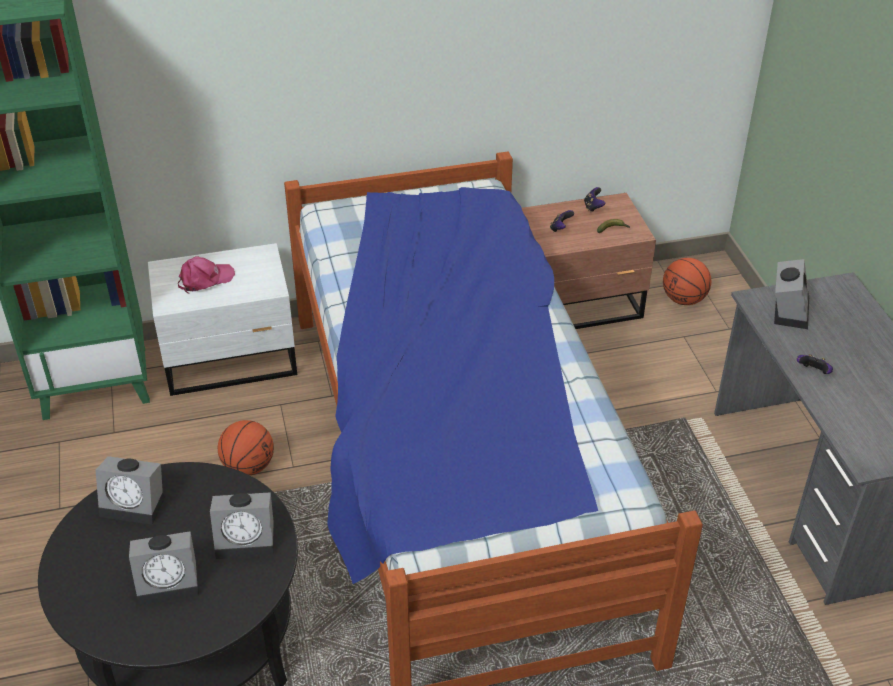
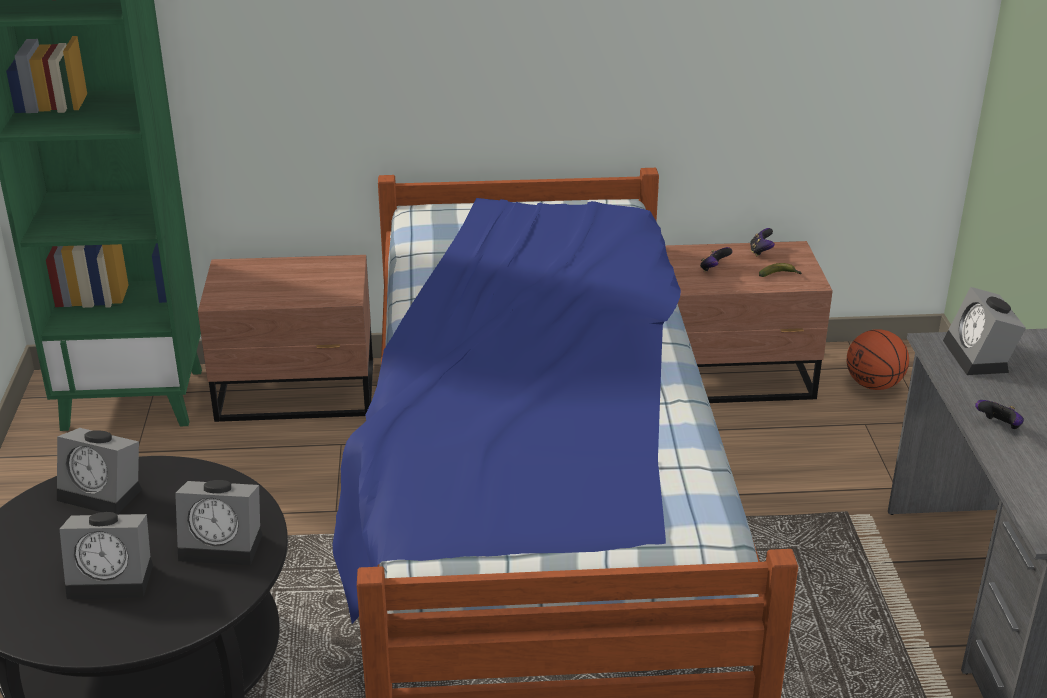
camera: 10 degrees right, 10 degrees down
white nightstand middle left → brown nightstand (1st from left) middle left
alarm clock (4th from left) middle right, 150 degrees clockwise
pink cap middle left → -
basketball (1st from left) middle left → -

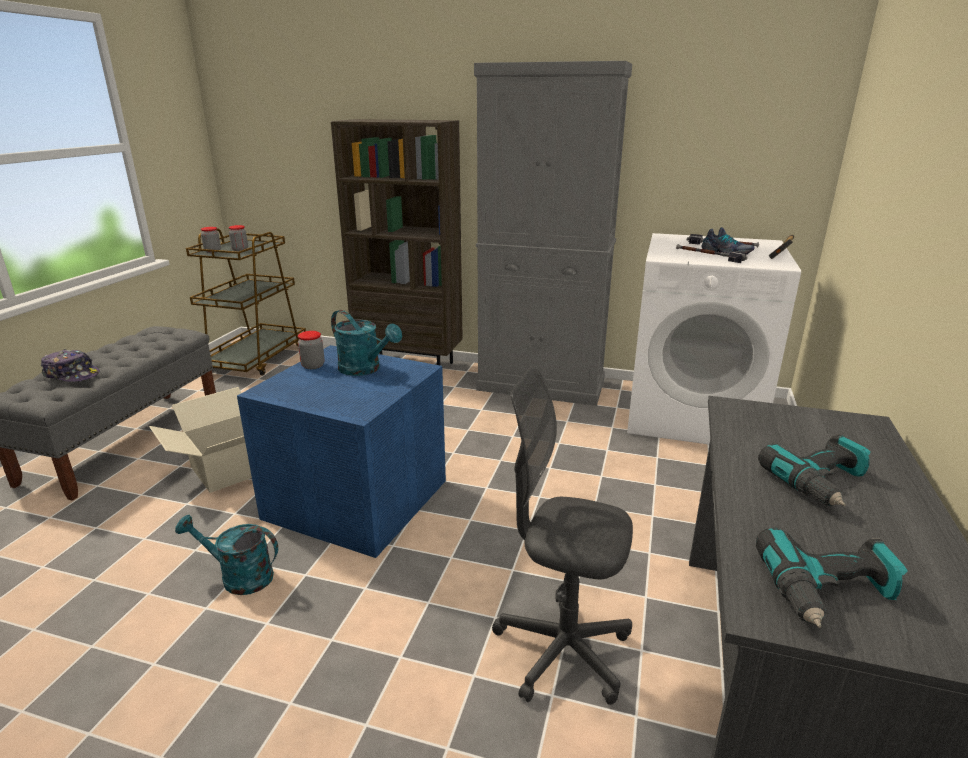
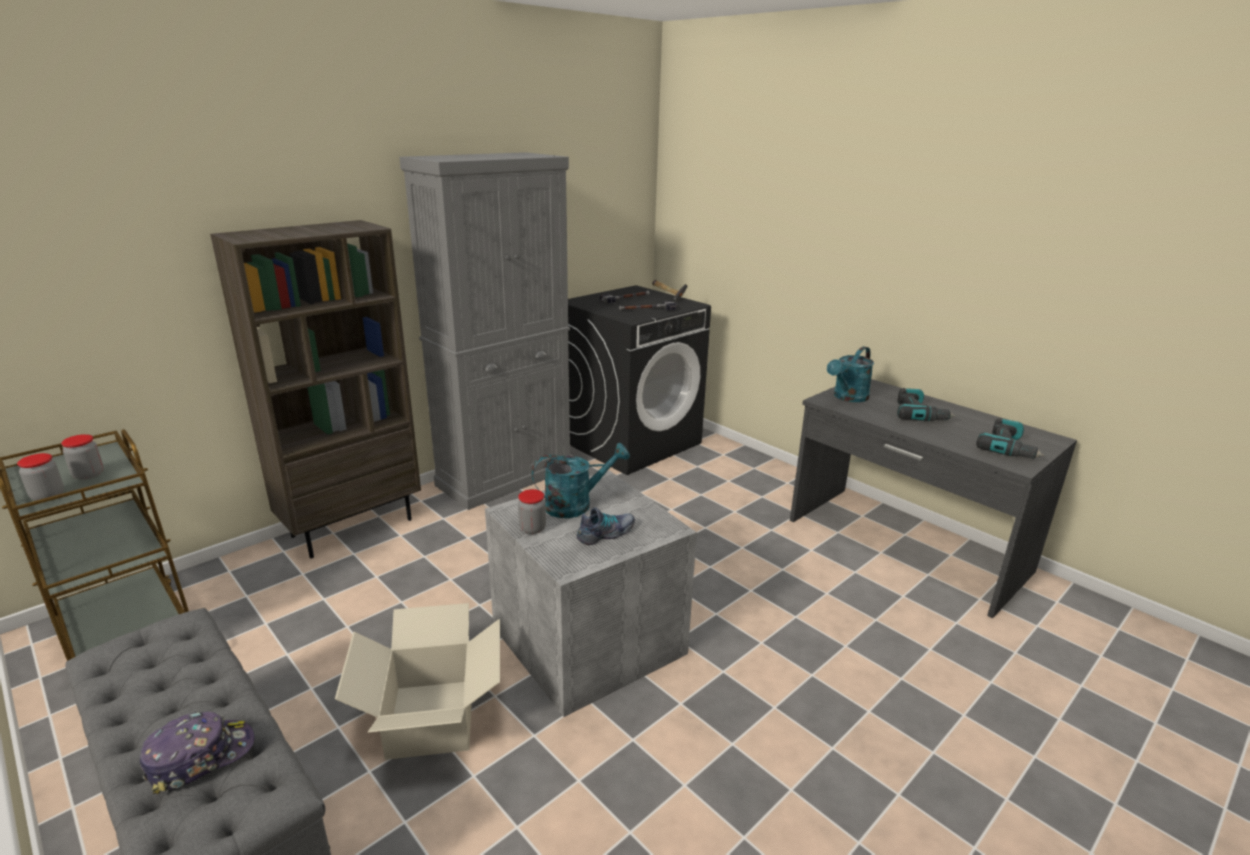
camera: 60 degrees left, 0 degrees up
blue storage box centre → grey storage box bottom centre
white washing machine middle right → black washing machine centre
shoe top right → shoe centre, moved
turquoise watering can (1st from left in the first image) bottom left → turquoise watering can (2nd from left) middle right, moved
grey office chair bottom centre → -

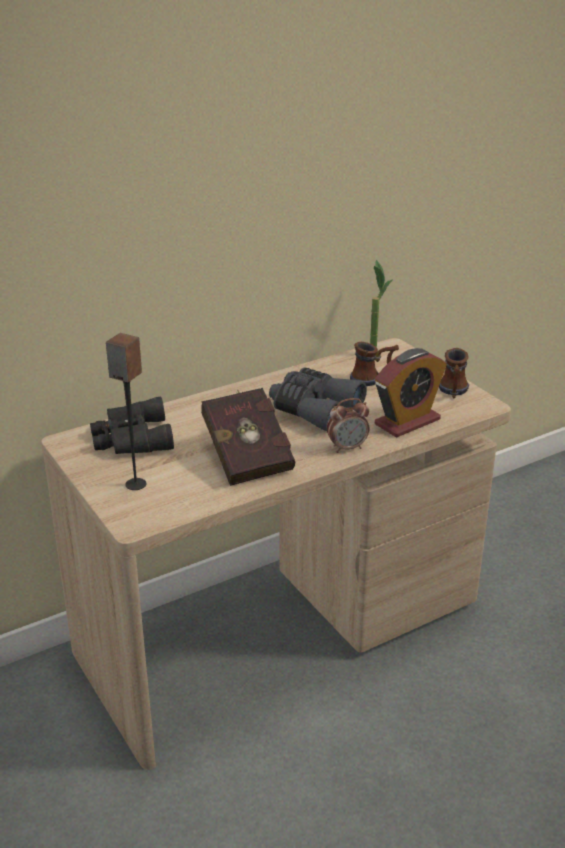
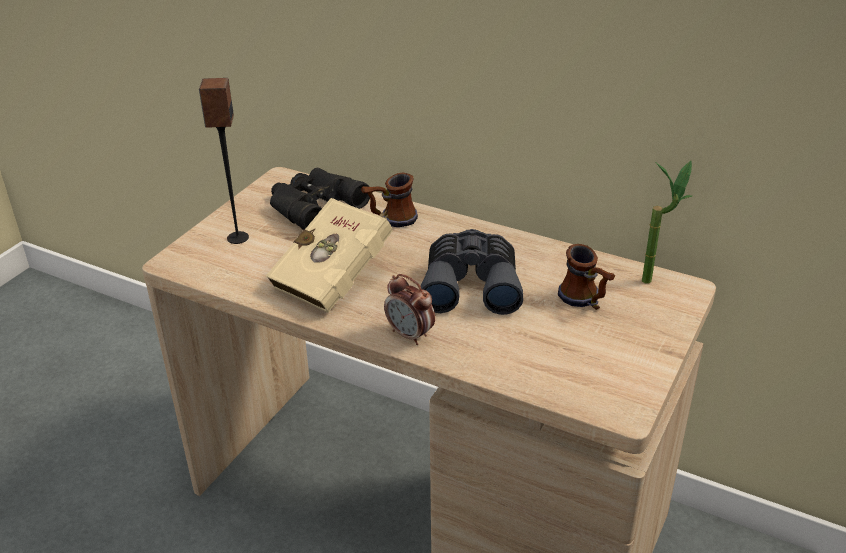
camera: 60 degrees right, 5 degrees up
red book centre → beige book centre
mug (2nd from left in the first image) middle right → mug (1st from left) centre, moved
alarm clock (2nd from left) middle right → -

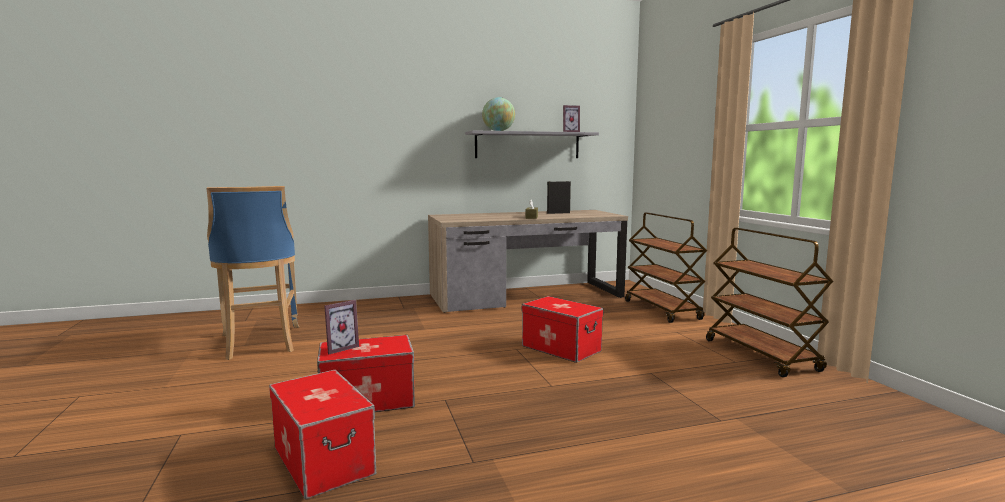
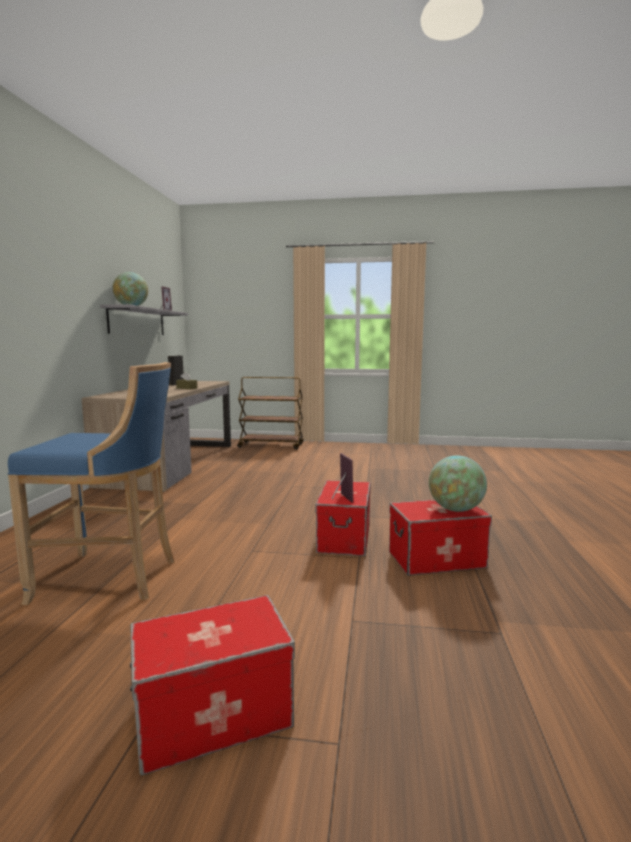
camera: 65 degrees left, 0 degrees up
storage box (3rd from left in the first image) centre → storage box (1st from left) bottom centre, moved
- → globe (2nd from left) middle right
brown cart (2nd from left) middle right → -

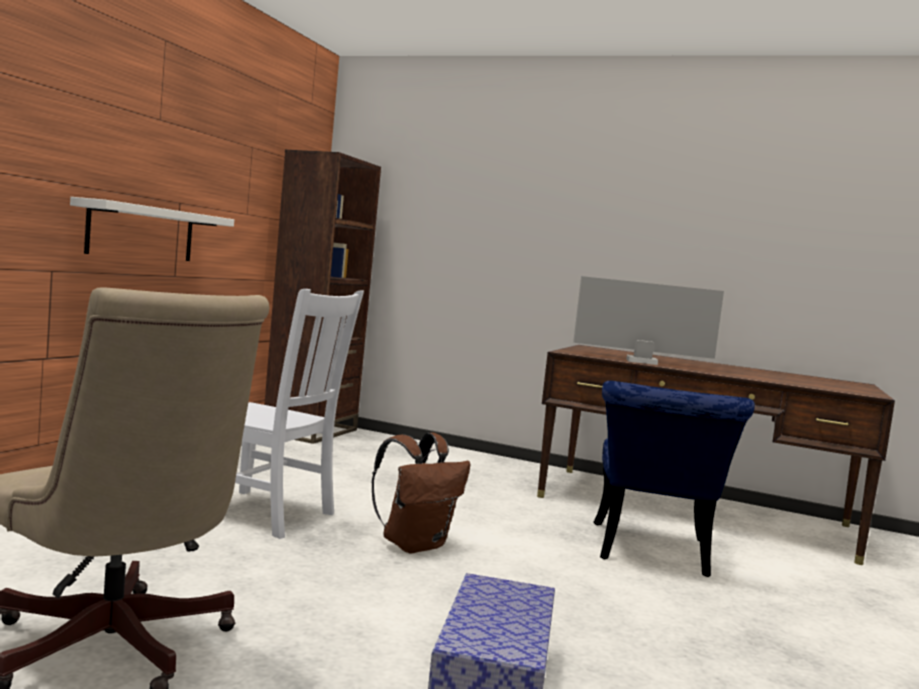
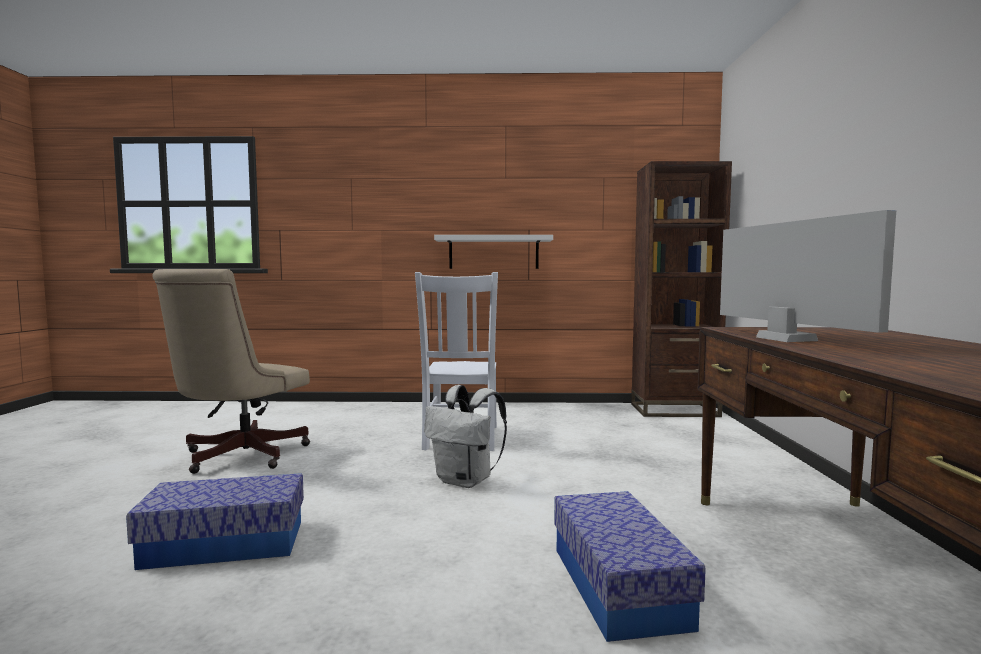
camera: 70 degrees right, 0 degrees up
brown backpack bottom centre → white backpack bottom centre
blue chair bottom right → storage box (2nd from left) bottom centre

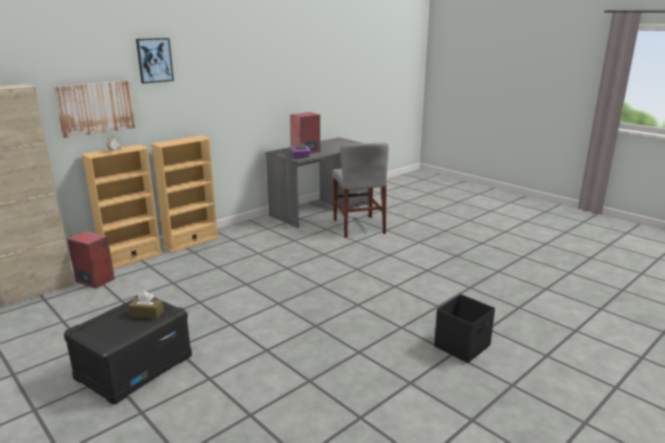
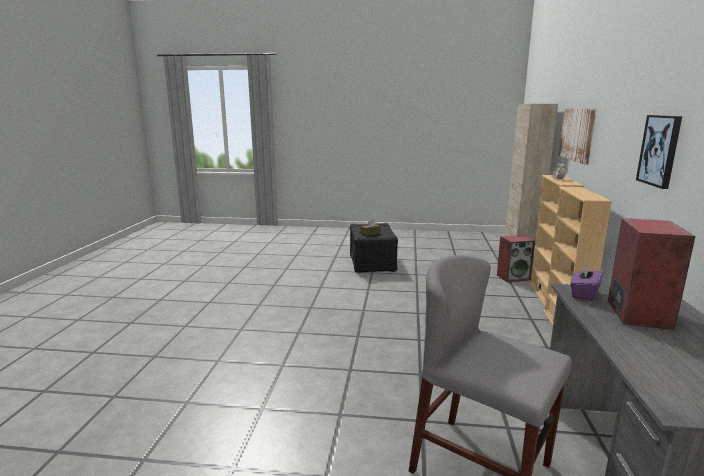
camera: 140 degrees right, 5 degrees down
picture (2nd from left) top left → picture (2nd from left) top right, moved
black storage box (2nd from left) bottom right → -

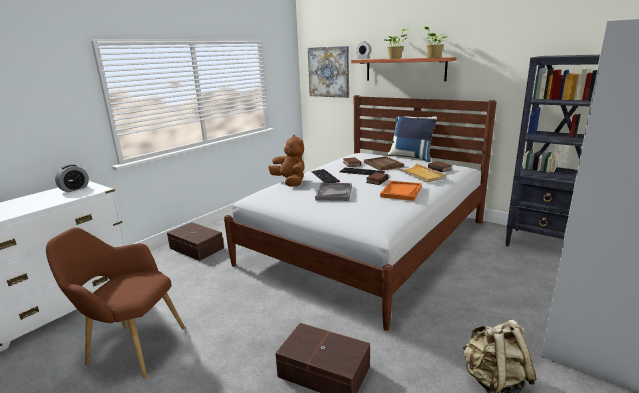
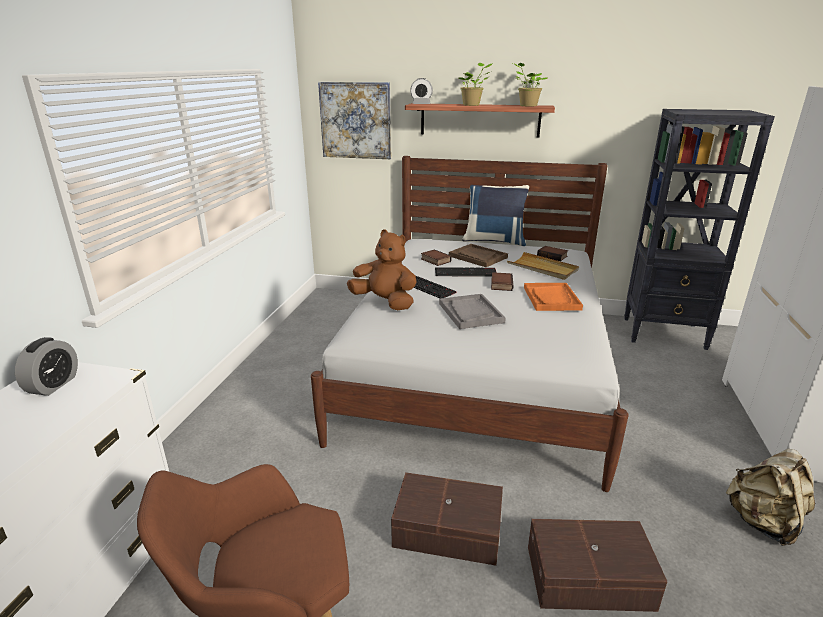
camera: 25 degrees left, 5 degrees up
brown storage box (1st from left) middle left → brown storage box (1st from left) bottom centre, moved

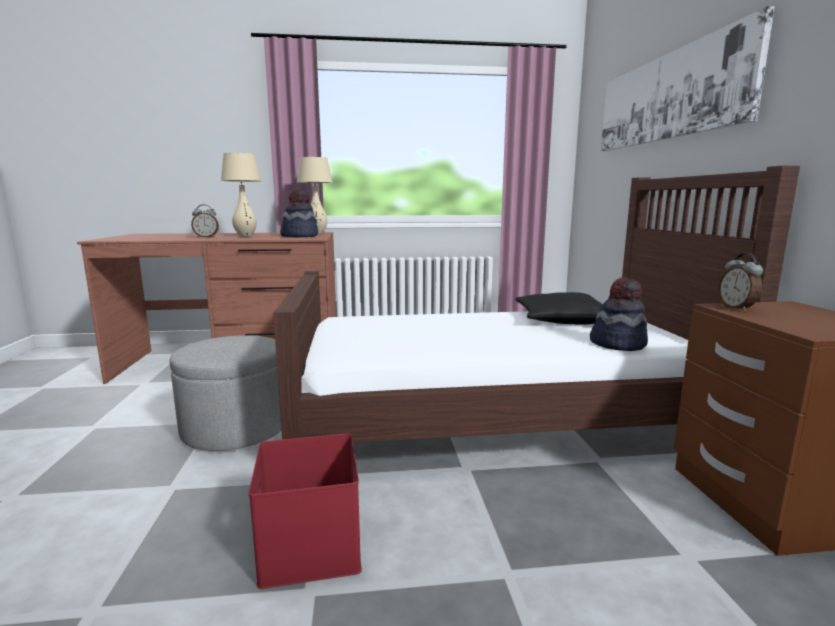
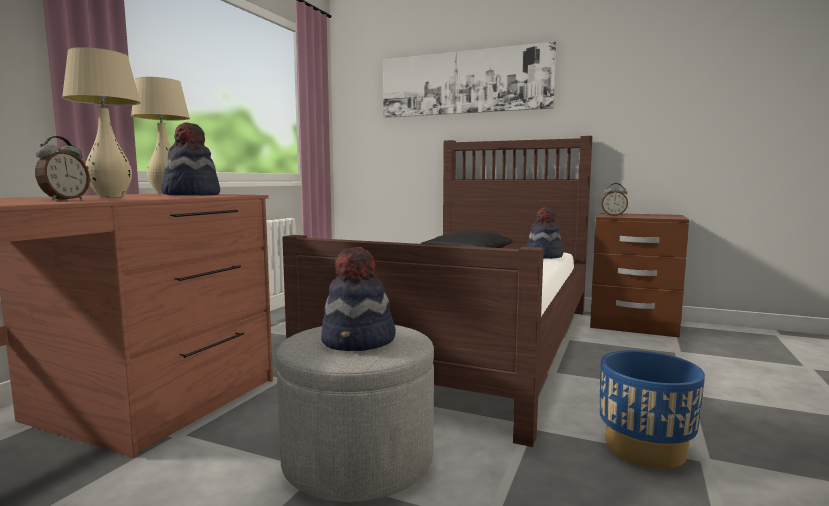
camera: 60 degrees left, 5 degrees down
- → hat (2nd from left) centre
red storage box bottom centre → blue planter bottom right

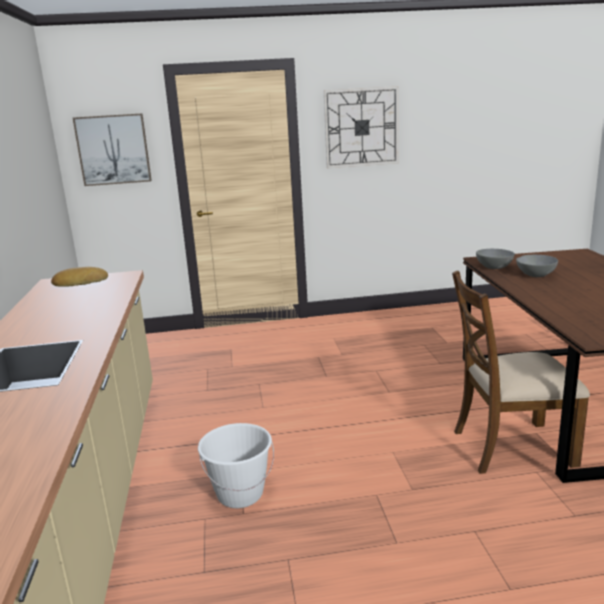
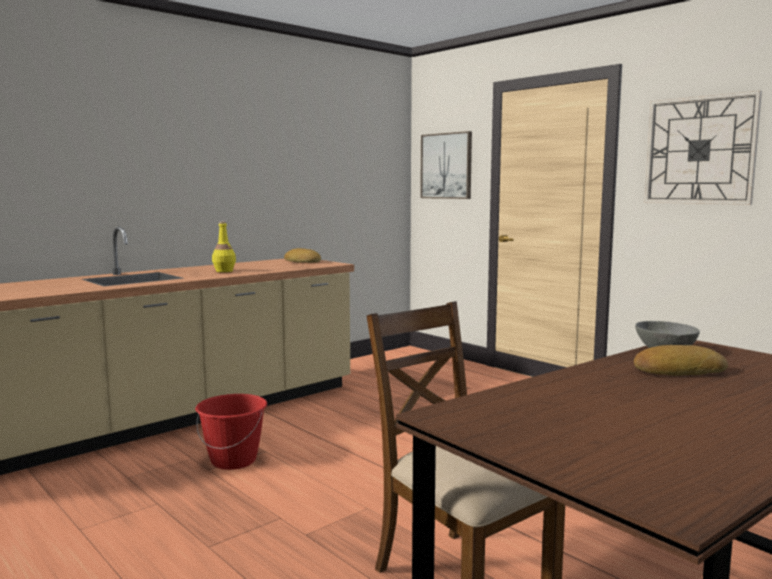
camera: 55 degrees right, 10 degrees down
white bucket bottom centre → red bucket bottom left
- → yellow bottle middle left
grey bowl (2nd from left) middle right → bread (2nd from left) middle right

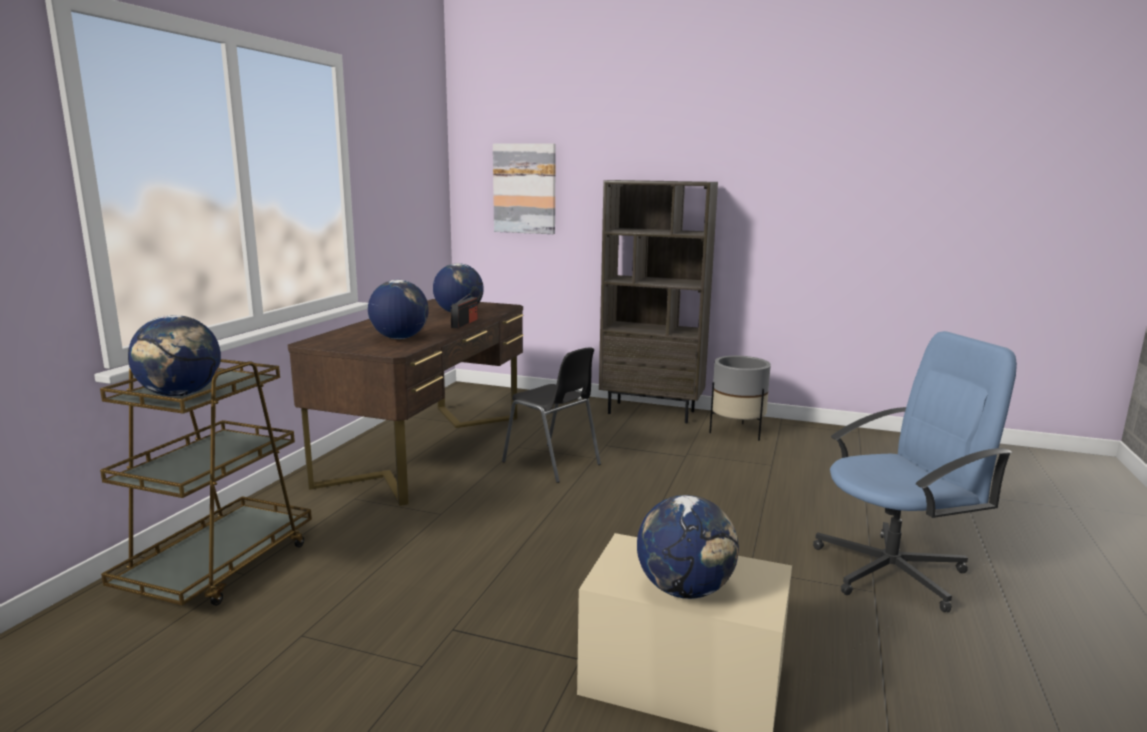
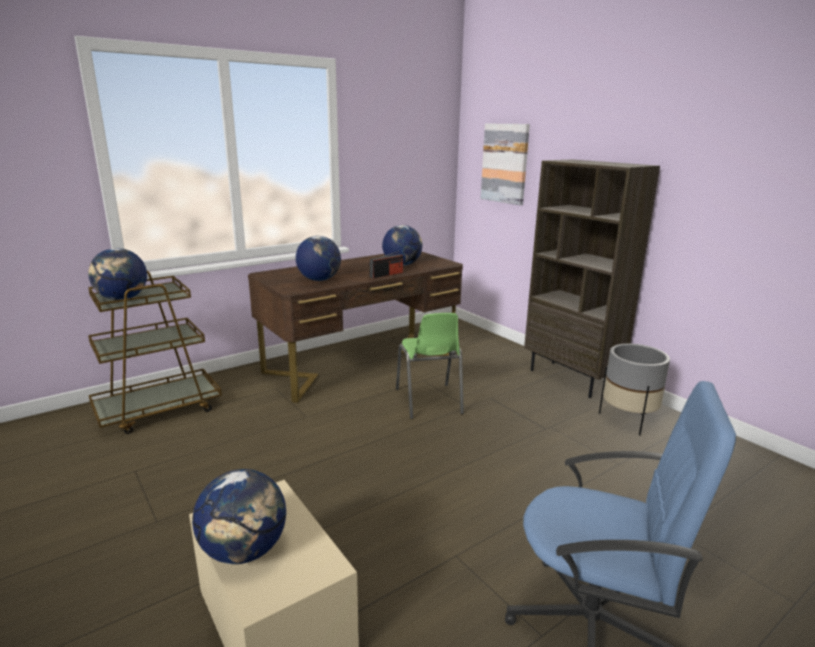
camera: 35 degrees right, 5 degrees up
black chair centre → green chair centre

